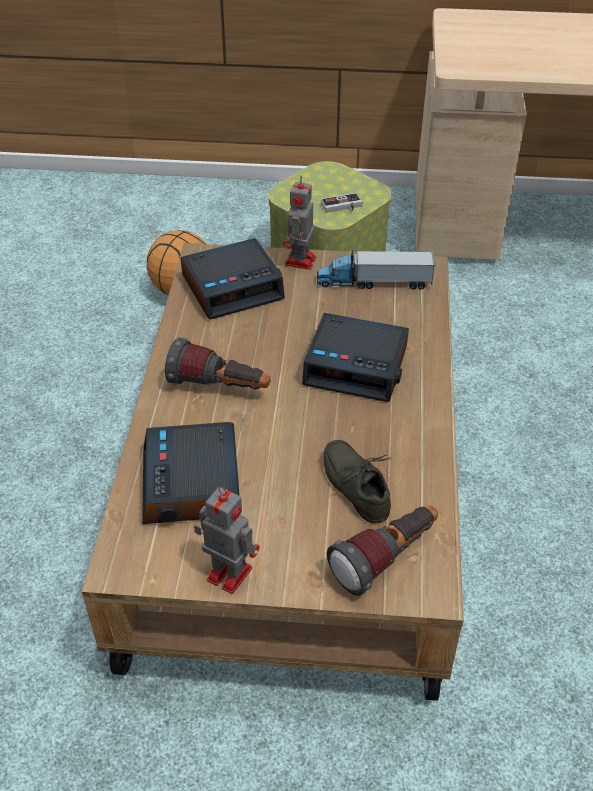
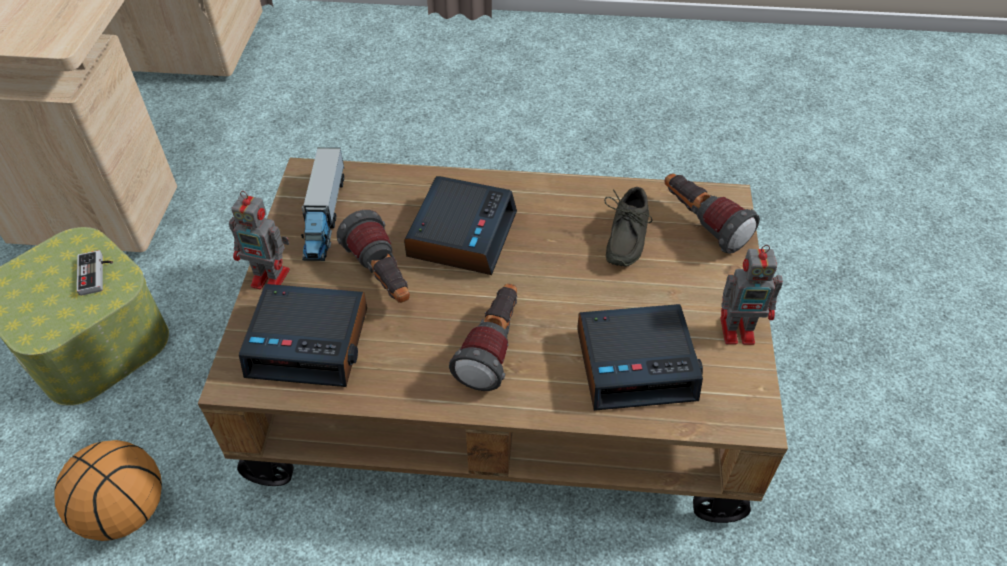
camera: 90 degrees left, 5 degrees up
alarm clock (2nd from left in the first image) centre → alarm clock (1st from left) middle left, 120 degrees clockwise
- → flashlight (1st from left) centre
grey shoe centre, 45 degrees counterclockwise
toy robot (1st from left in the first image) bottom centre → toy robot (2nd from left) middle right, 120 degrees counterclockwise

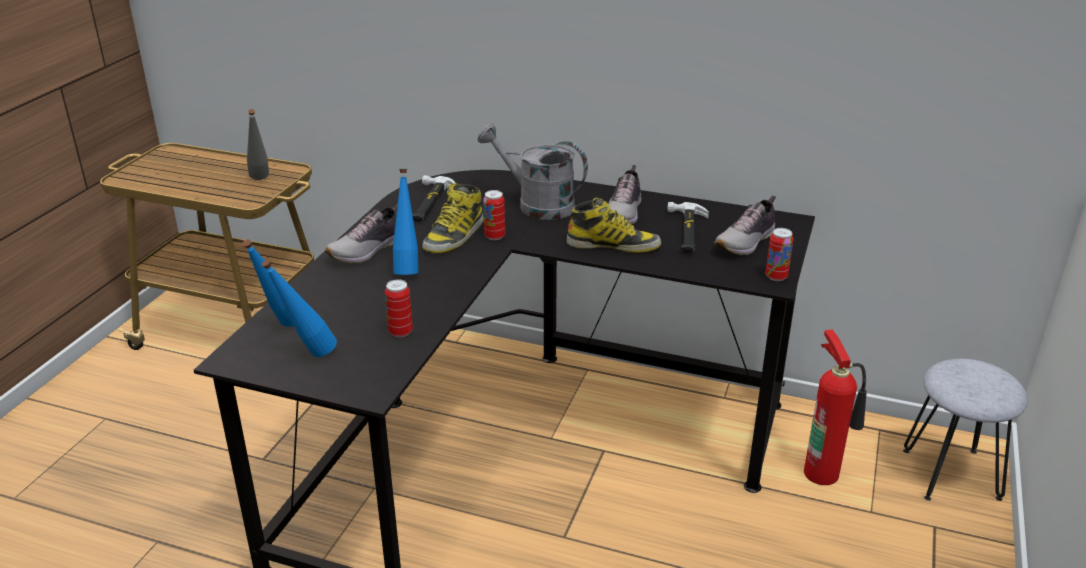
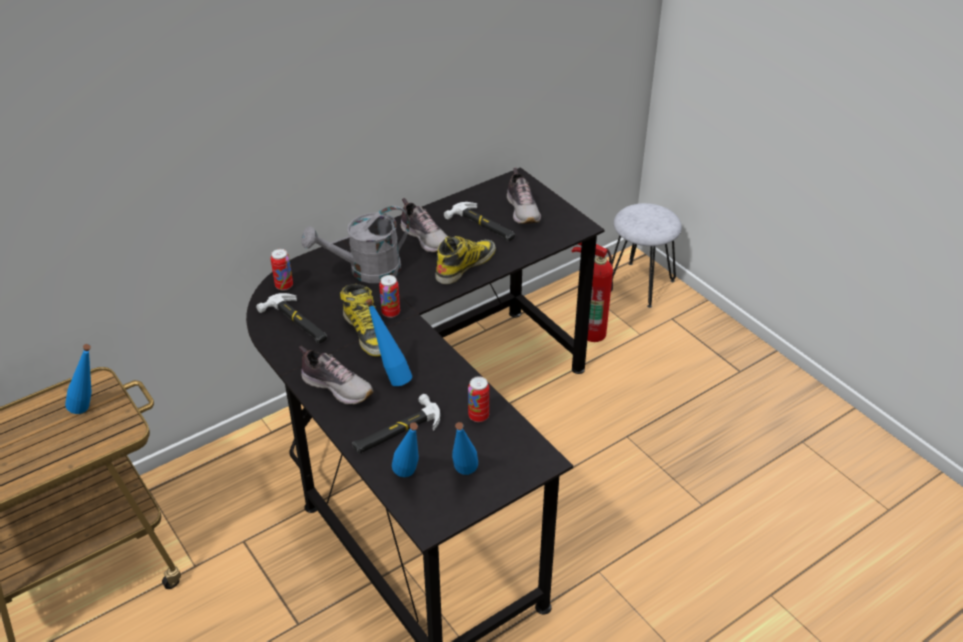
camera: 55 degrees left, 10 degrees up
grey bottle top left → blue bottle (1st from left) middle left
can (3rd from left in the first image) middle right → can (1st from left) middle left, moved
shoe (1st from left) middle left → shoe (1st from left) centre, 45 degrees counterclockwise
- → hammer (2nd from left) centre

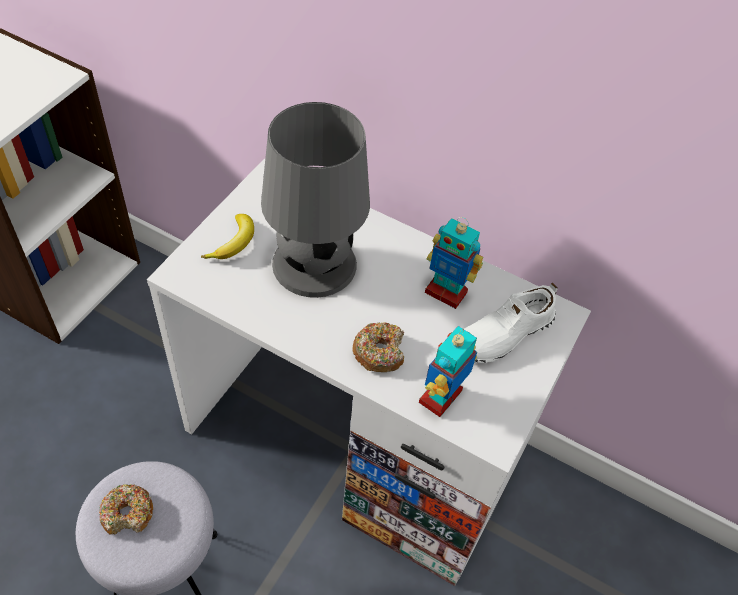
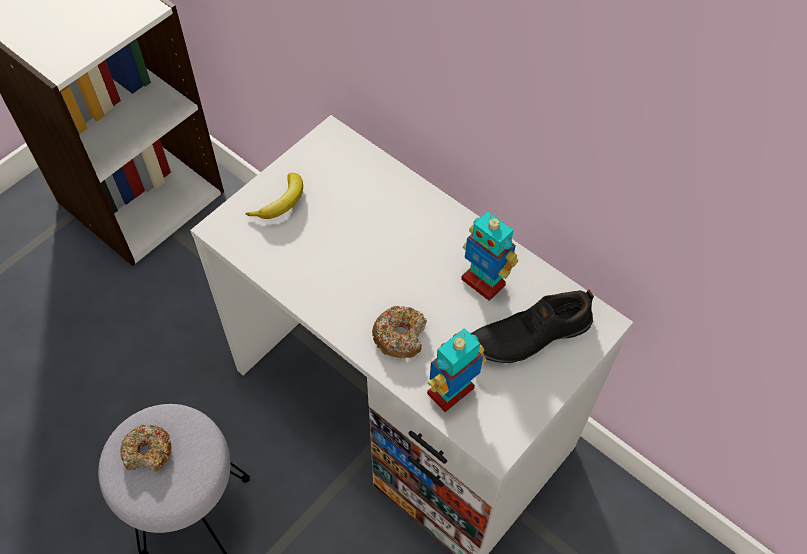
camera: 15 degrees right, 5 degrees up
white shoe middle right → black shoe centre
grey table lamp centre → -

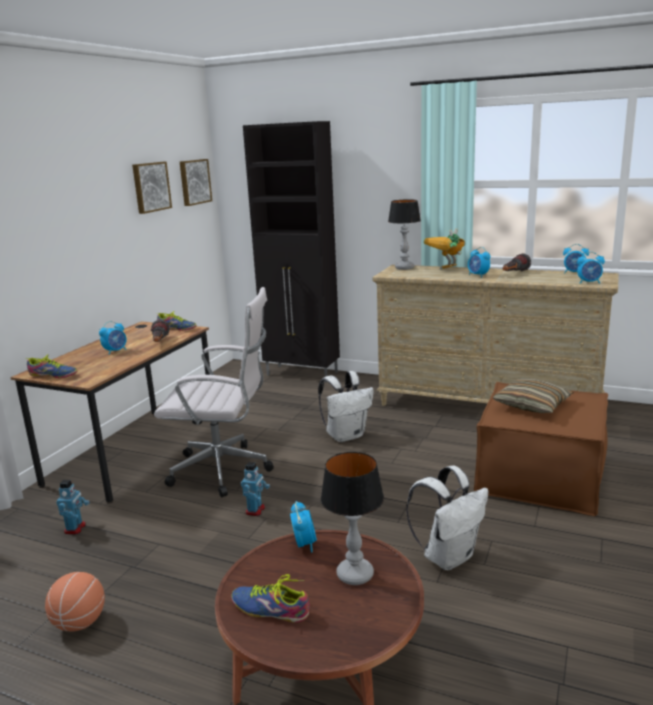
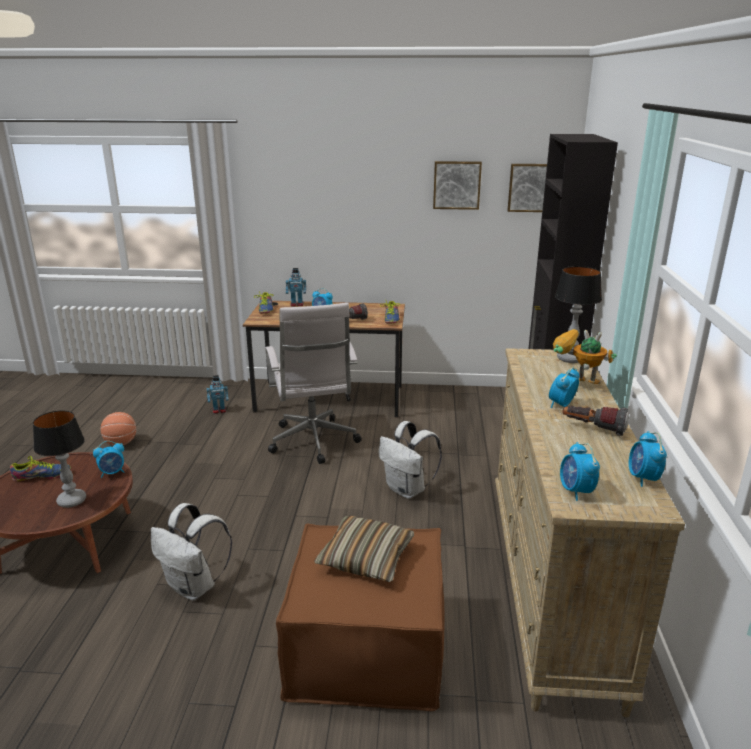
camera: 70 degrees right, 5 degrees up
shoe (3rd from left in the first image) bottom centre → shoe (1st from left) middle left, 75 degrees clockwise
toy robot (2nd from left) bottom centre → toy robot (2nd from left) centre, moved

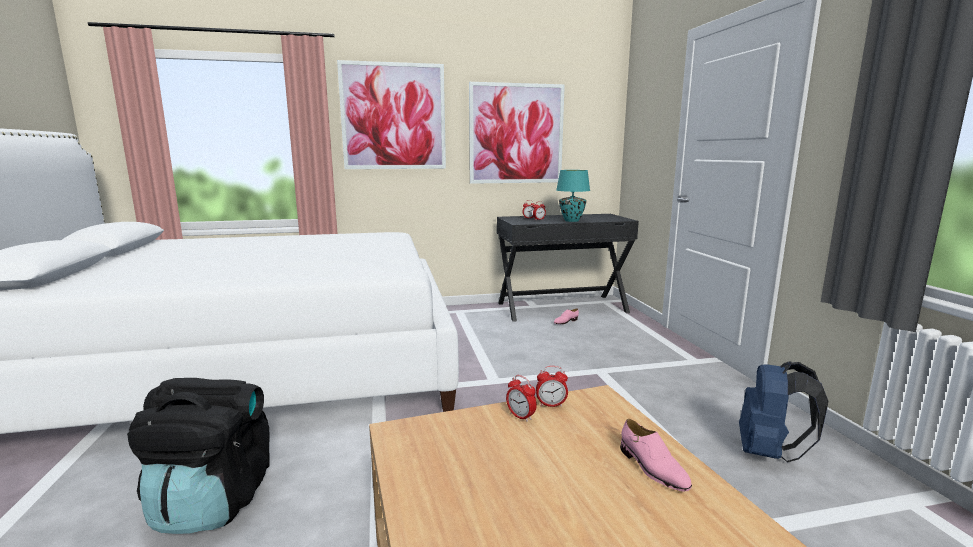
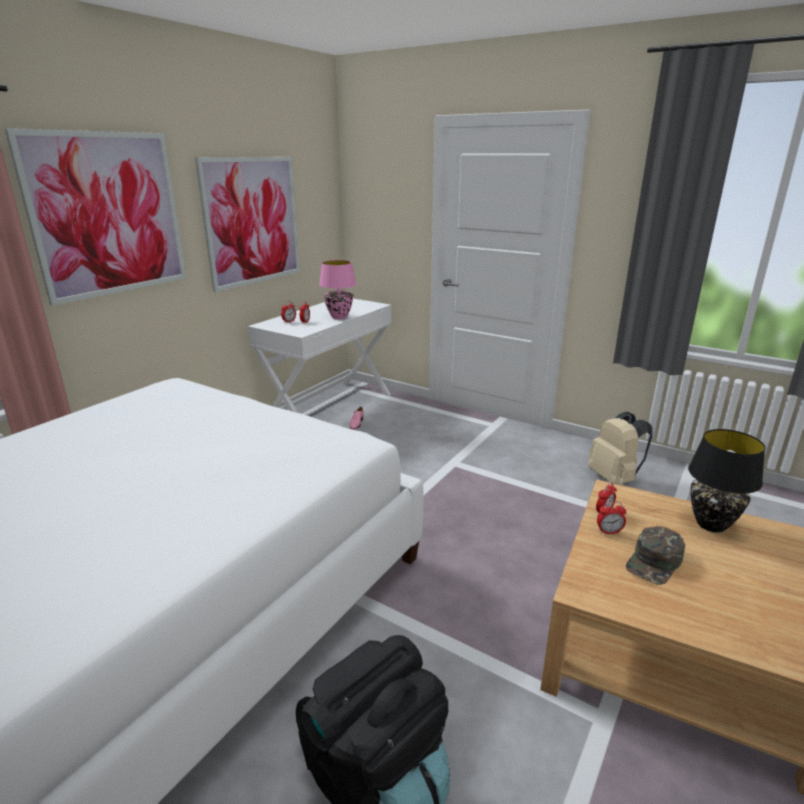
camera: 45 degrees left, 10 degrees up
black desk centre → white desk centre
turquoise table lamp centre → pink table lamp centre
blue backpack bottom right → beige backpack middle right
- → green cap bottom right
pink shoe (2nd from left) bottom right → black table lamp middle right

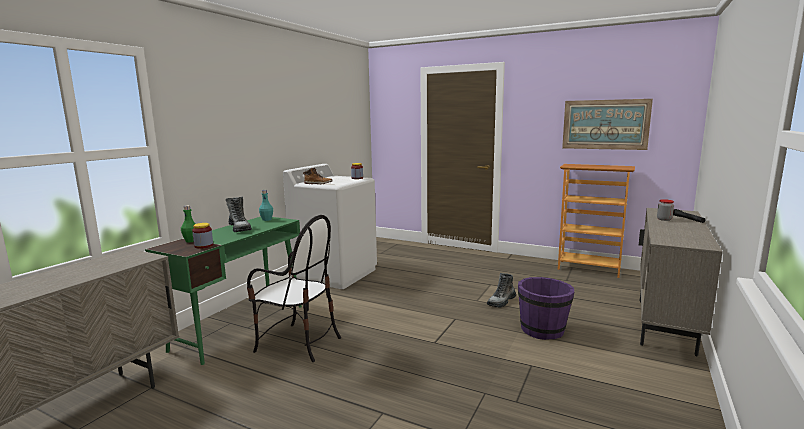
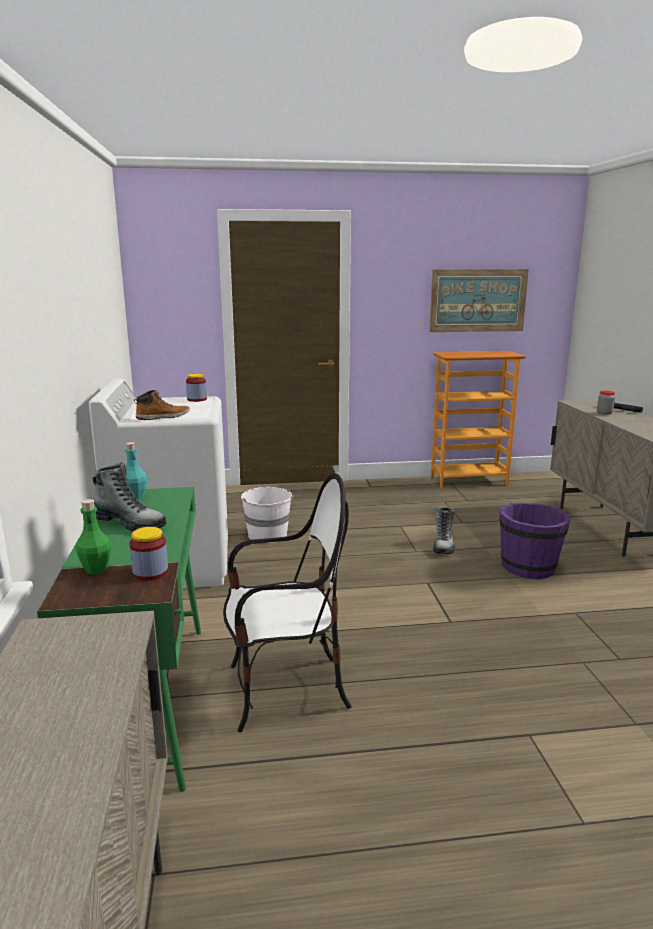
camera: 35 degrees left, 5 degrees up
- → white bucket centre

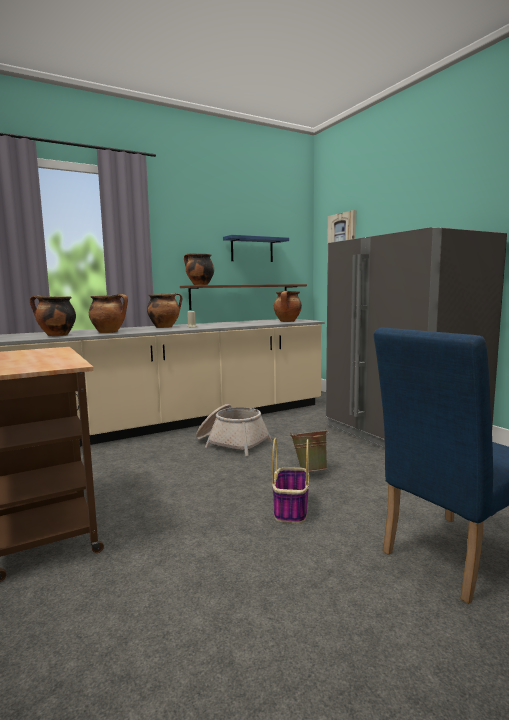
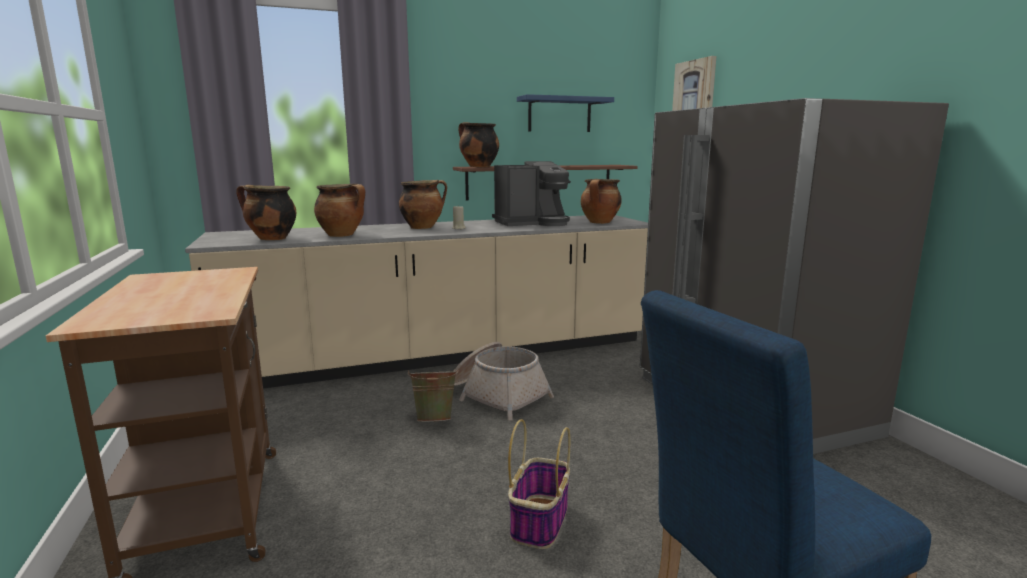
camera: 10 degrees right, 5 degrees up
green bucket centre → green bucket bottom centre, moved
- → coffee machine centre

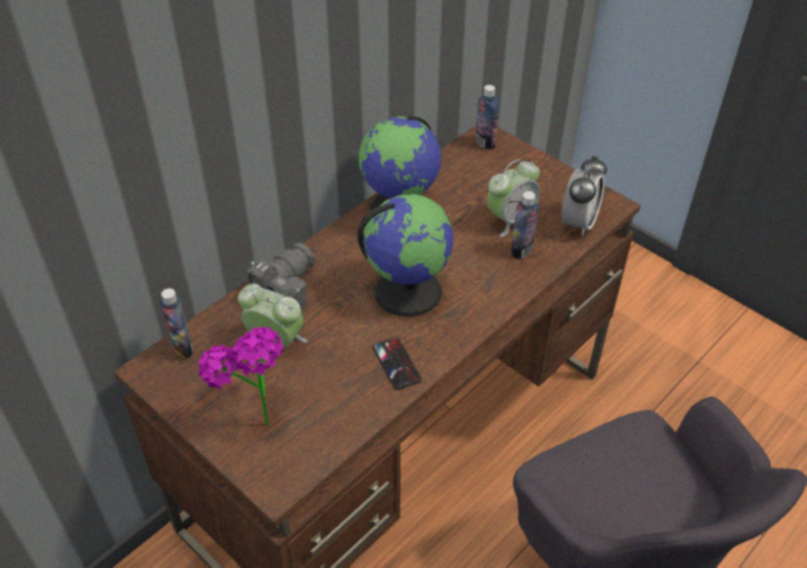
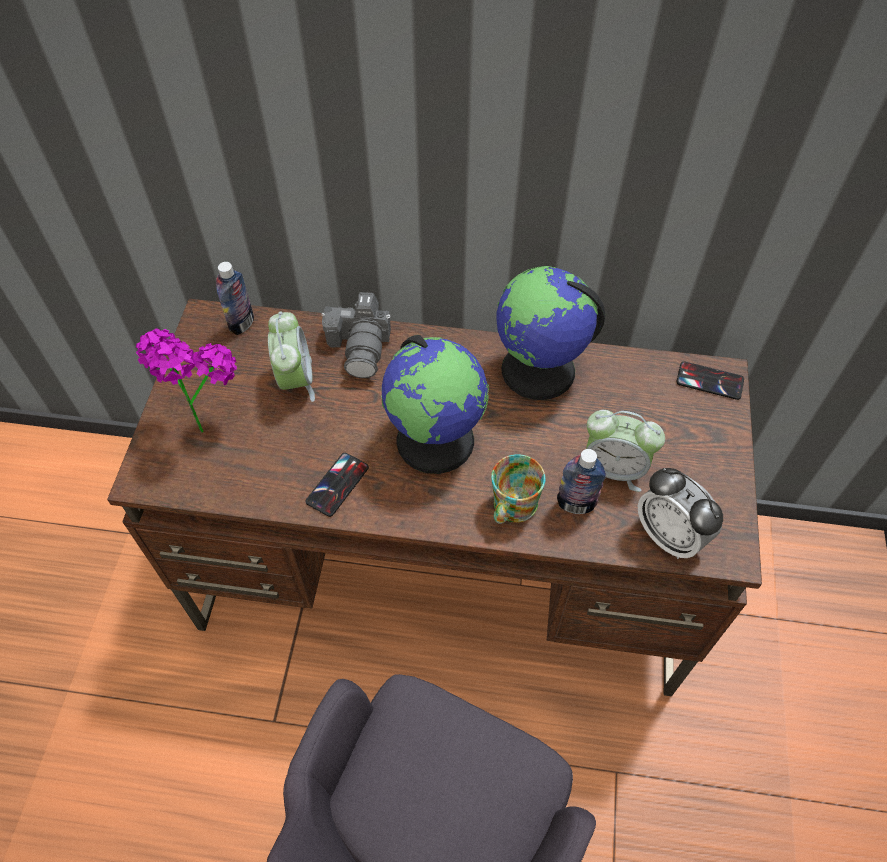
camera: 55 degrees right, 10 degrees up
photo camera centre, 90 degrees clockwise
- → mug centre
alarm clock (3rd from left) middle right, 60 degrees clockwise
bottle (2nd from left) top centre → phone (2nd from left) middle right

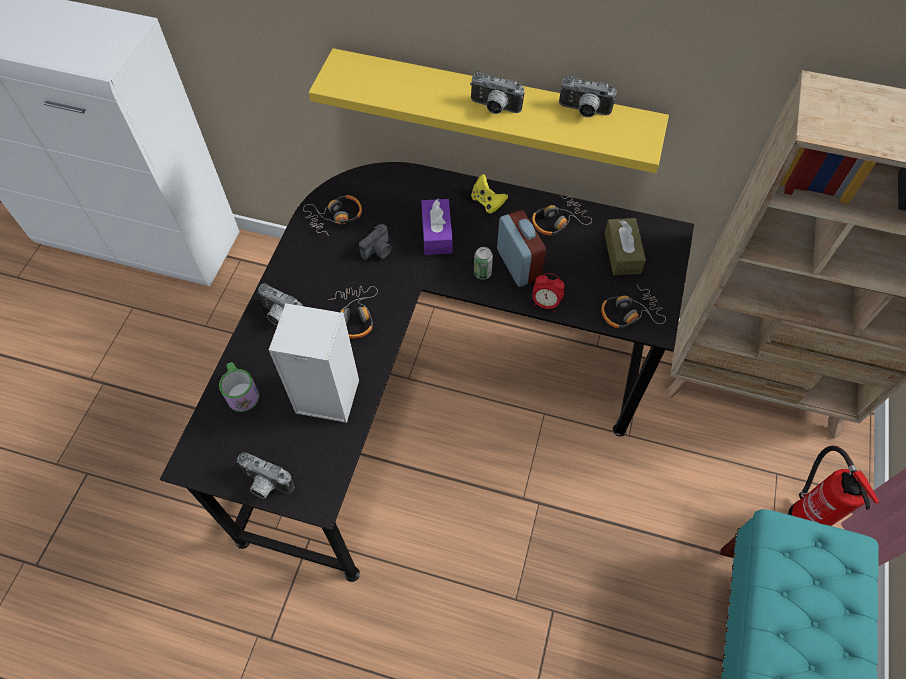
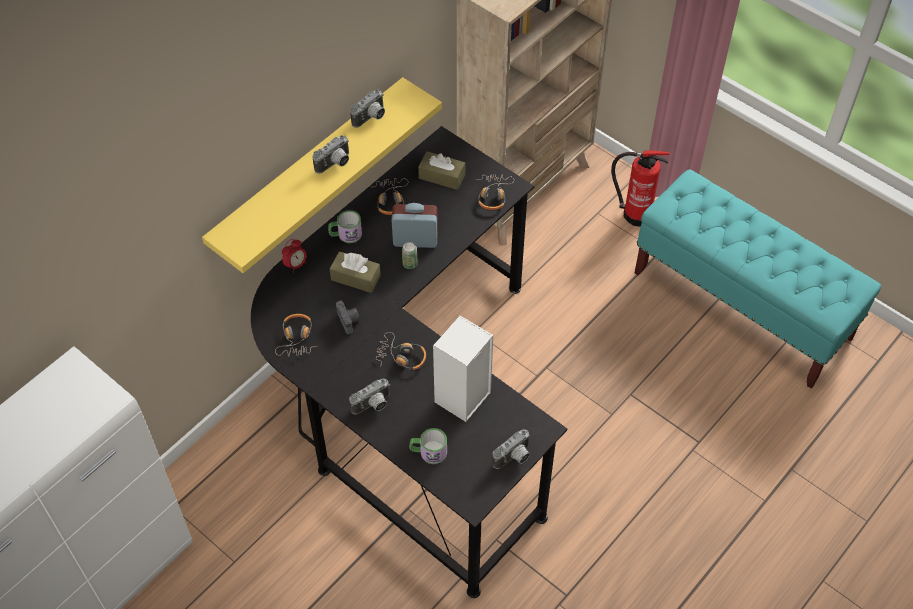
camera: 65 degrees left, 5 degrees down
alarm clock (2nd from left in the first image) centre → alarm clock (1st from left) middle left, moved
yellow game controller top centre → mug (1st from left) centre
purple tissue box centre → brown tissue box (1st from left) centre

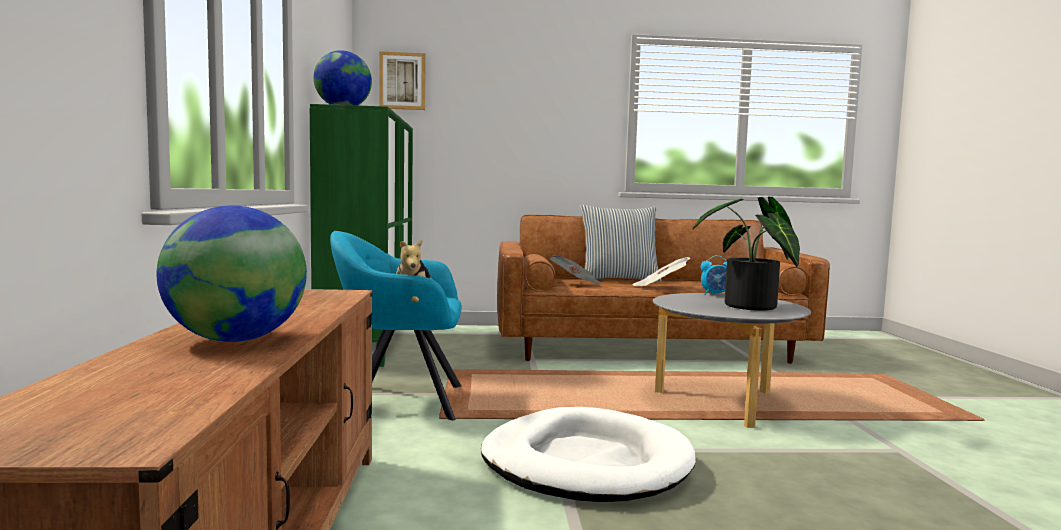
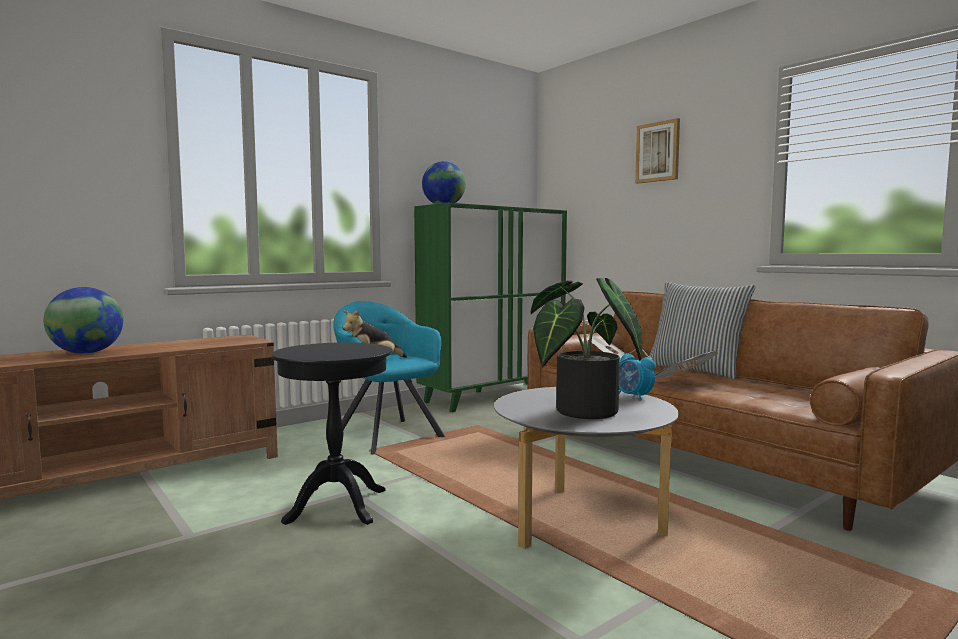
camera: 55 degrees right, 0 degrees up
white dog bed bottom centre → black side table bottom centre
picture top centre → picture top right, moved

